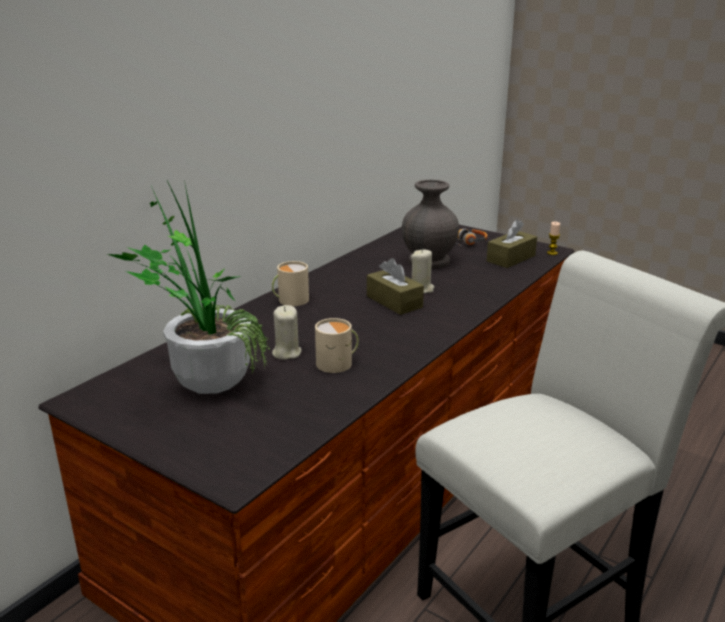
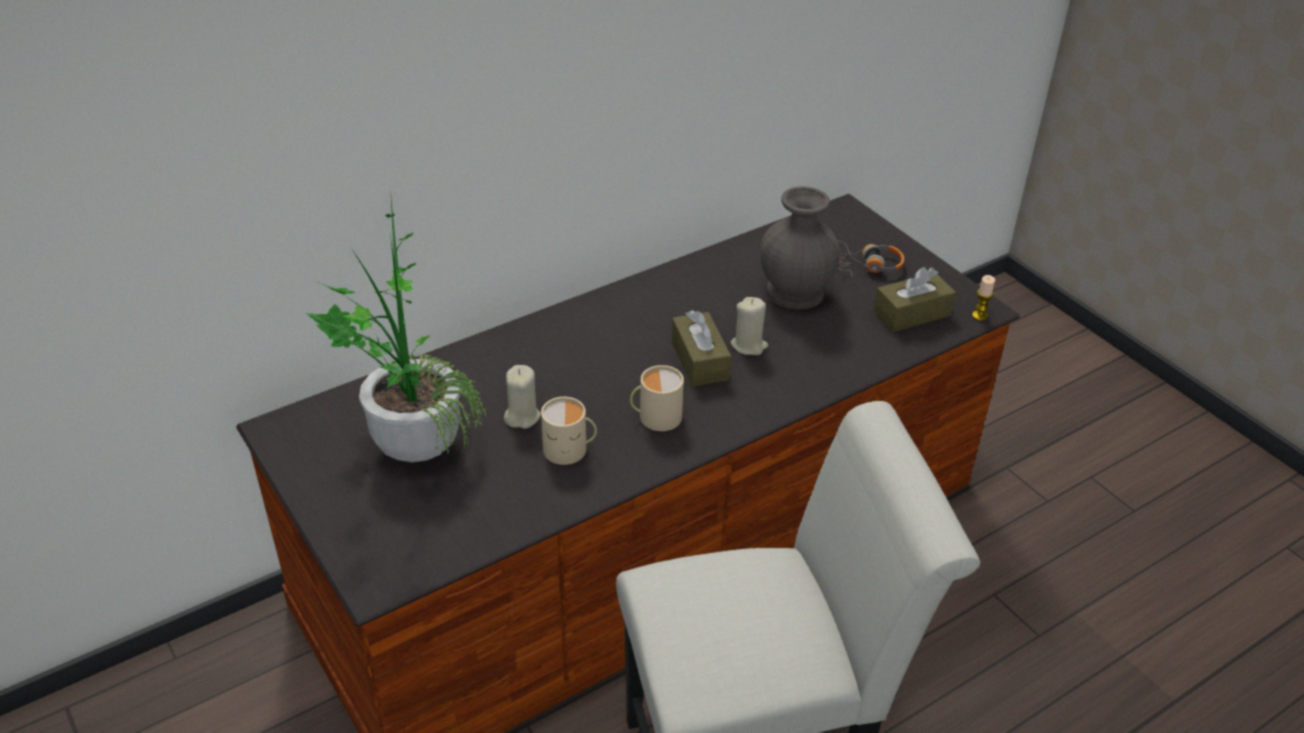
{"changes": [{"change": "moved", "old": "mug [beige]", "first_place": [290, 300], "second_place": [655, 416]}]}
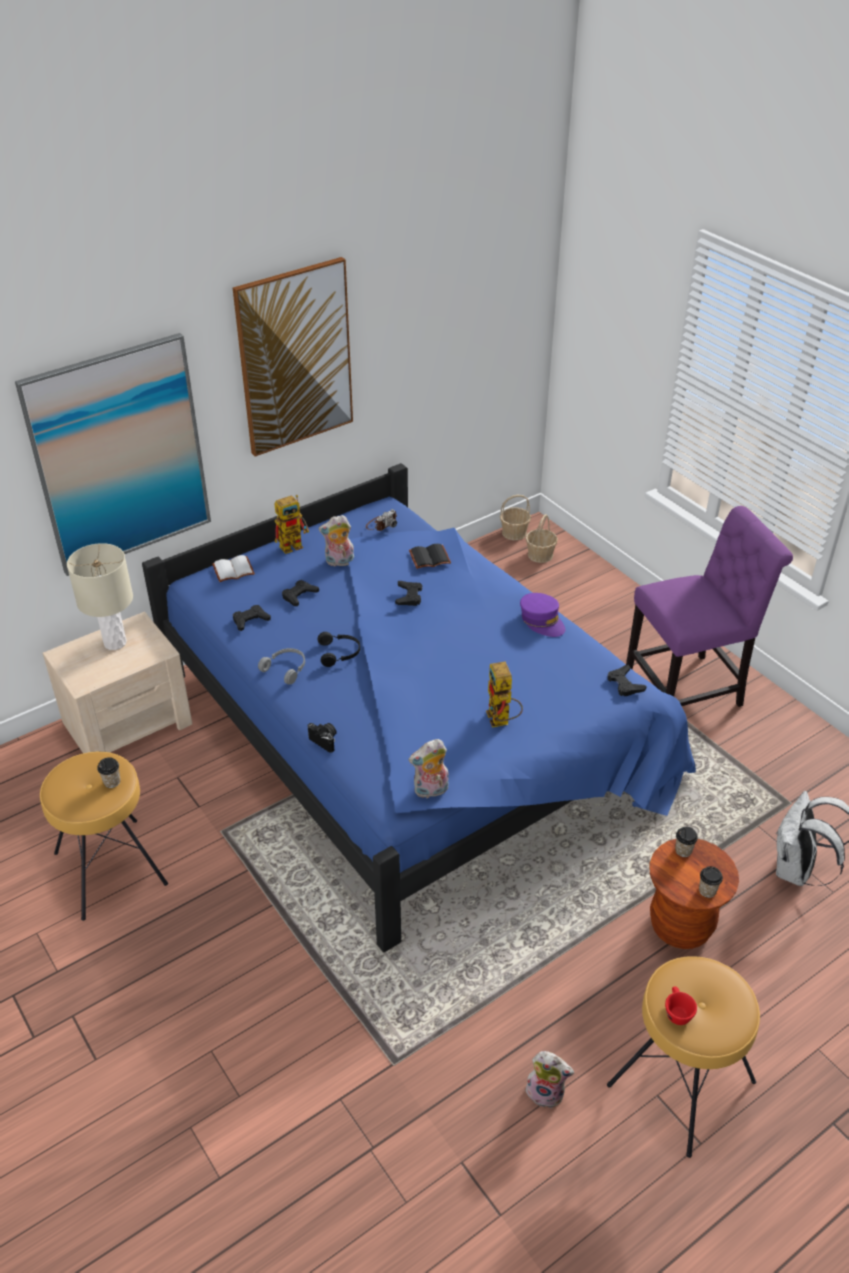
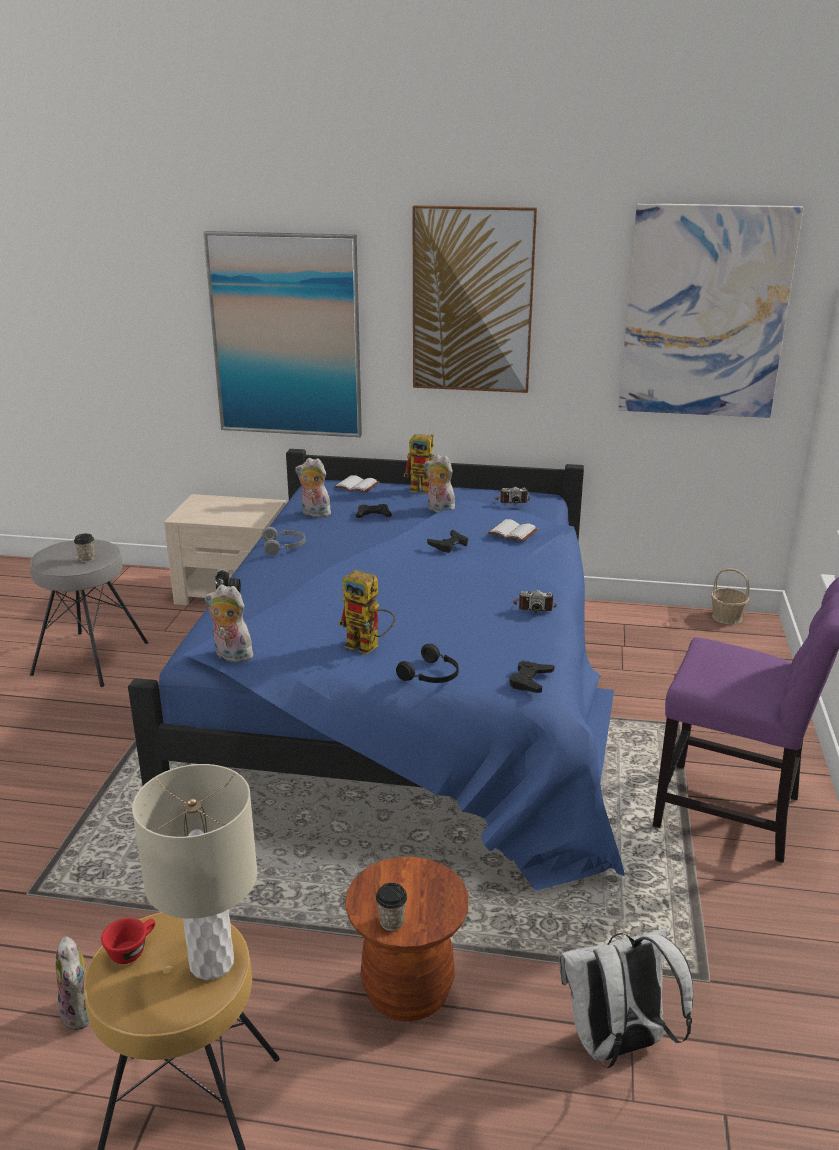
{"changes": [{"change": "removed", "old": "panier", "first_place": [540, 555]}, {"change": "moved", "old": "lampe de table [beige]", "first_place": [115, 643], "second_place": [212, 963]}, {"change": "recoloured", "old": "livre [noir]", "new": "livre [blanc]", "first_place": [429, 558], "second_place": [511, 533]}, {"change": "replaced", "old": "casquette [violet]", "new": "appareil photo", "first_place": [542, 621], "second_place": [534, 607]}, {"change": "replaced", "old": "manette [noir]", "new": "peluche", "first_place": [250, 620], "second_place": [314, 514]}, {"change": "moved", "old": "casque audio [noir]", "first_place": [340, 653], "second_place": [431, 675]}, {"change": "turned", "old": "robot jouet", "first_place": [501, 721], "second_place": [369, 647], "degrees": -90}, {"change": "recoloured", "old": "tabouret [marron]", "new": "tabouret [gris]", "first_place": [111, 867], "second_place": [91, 658]}, {"change": "removed", "old": "tasse", "first_place": [683, 850]}, {"change": "added", "new": "tableau", "second_place": [705, 313]}]}
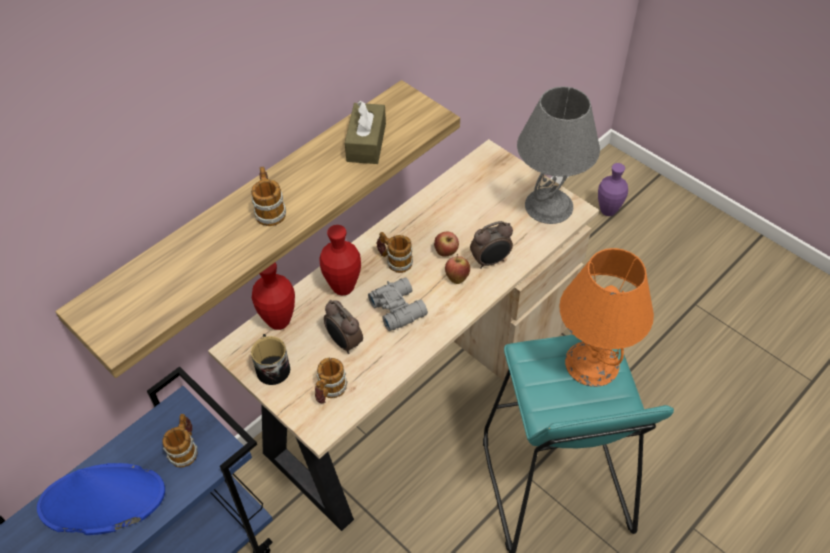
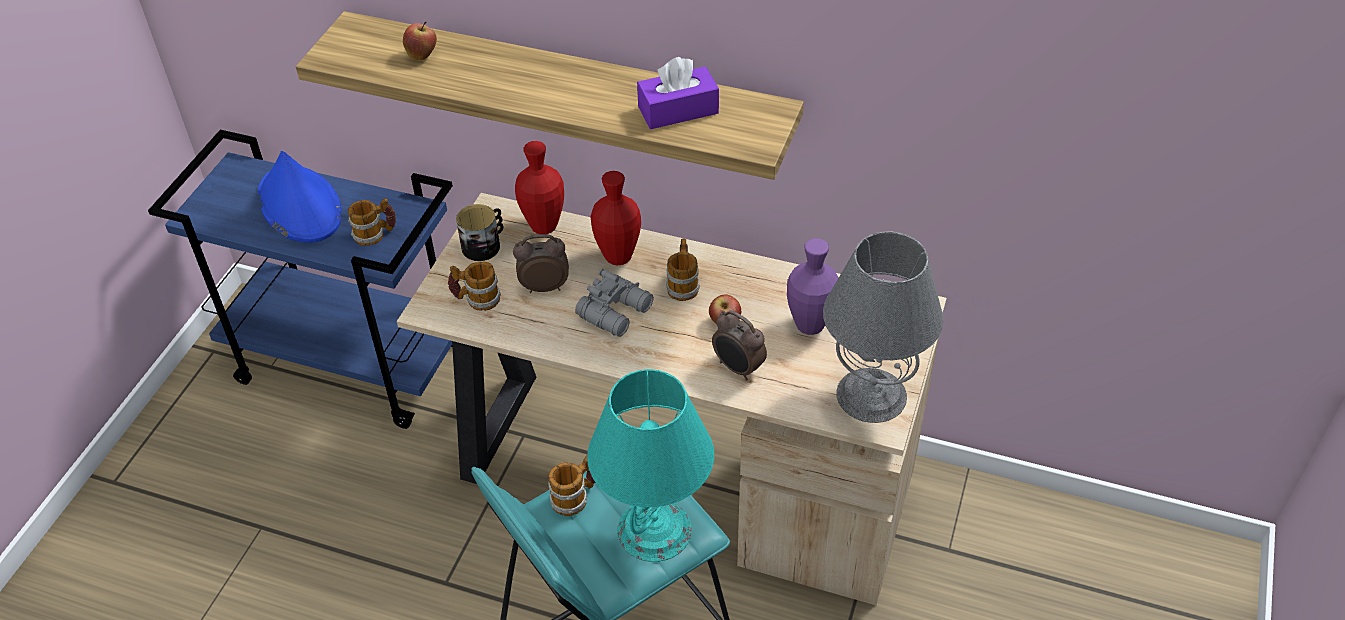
{"changes": [{"change": "recoloured", "old": "boîte à mouchoirs [marron]", "new": "boîte à mouchoirs [violet]", "first_place": [366, 142], "second_place": [678, 110]}, {"change": "moved", "old": "vase [violet]", "first_place": [608, 211], "second_place": [810, 325]}, {"change": "moved", "old": "mug", "first_place": [269, 209], "second_place": [575, 497]}, {"change": "recoloured", "old": "lampe de table [orange]", "new": "lampe de table [turquoise]", "first_place": [593, 363], "second_place": [655, 530]}, {"change": "moved", "old": "pomme", "first_place": [457, 277], "second_place": [422, 55]}, {"change": "turned", "old": "réveil", "first_place": [344, 343], "second_place": [544, 286], "degrees": 60}]}
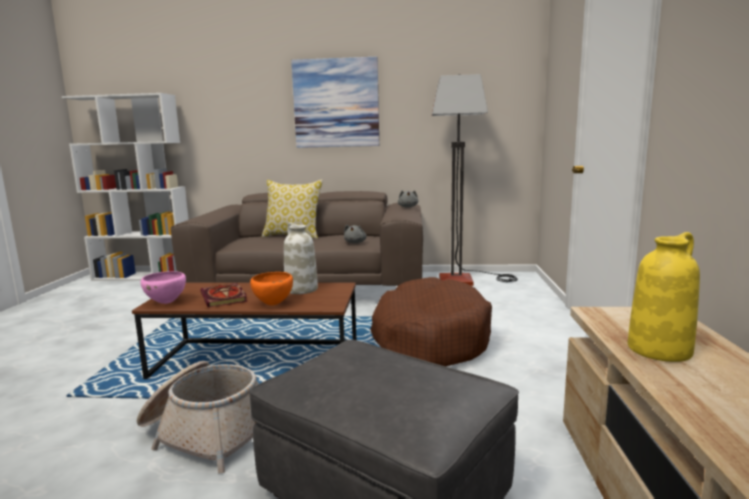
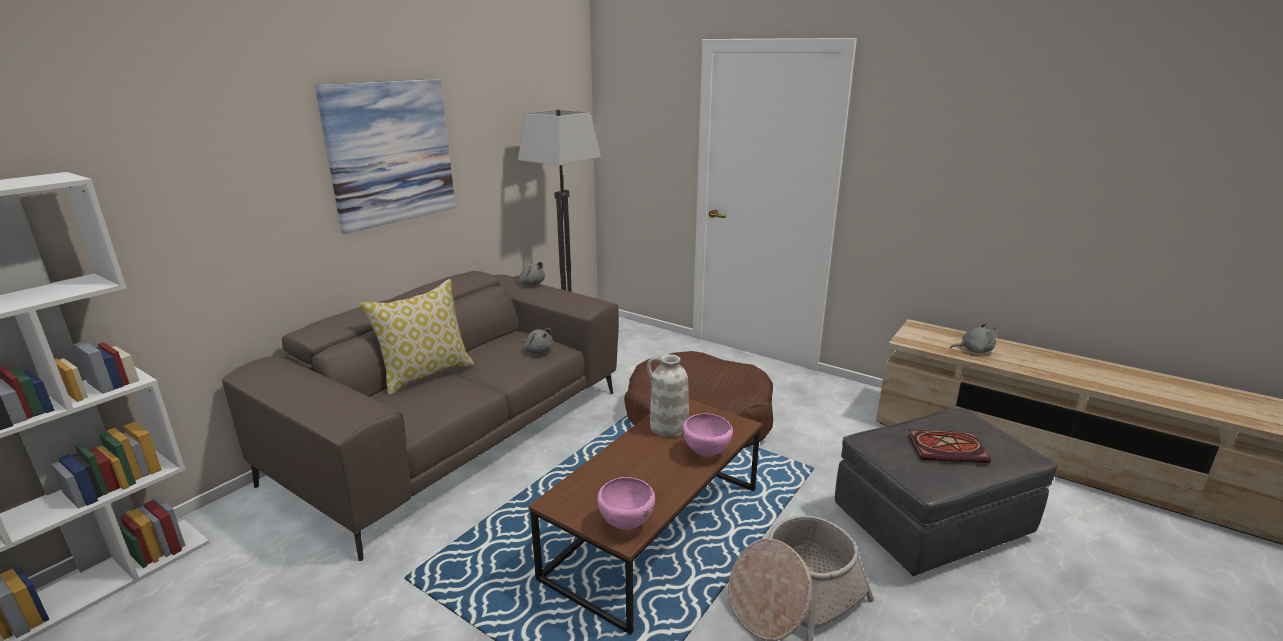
{"changes": [{"change": "replaced", "old": "vase [jaune]", "new": "peluche [gris]", "first_place": [659, 349], "second_place": [974, 350]}, {"change": "recoloured", "old": "bol [orange]", "new": "bol [rose]", "first_place": [273, 304], "second_place": [707, 453]}, {"change": "moved", "old": "livre", "first_place": [225, 298], "second_place": [948, 448]}]}
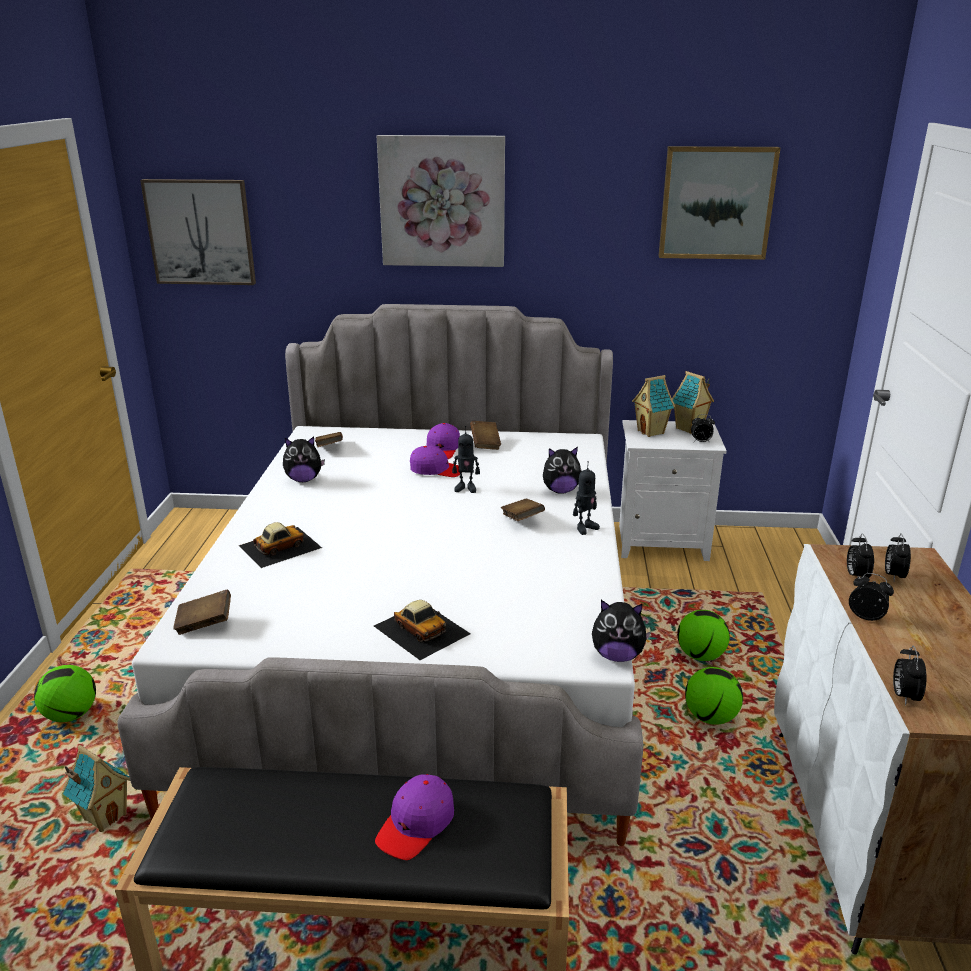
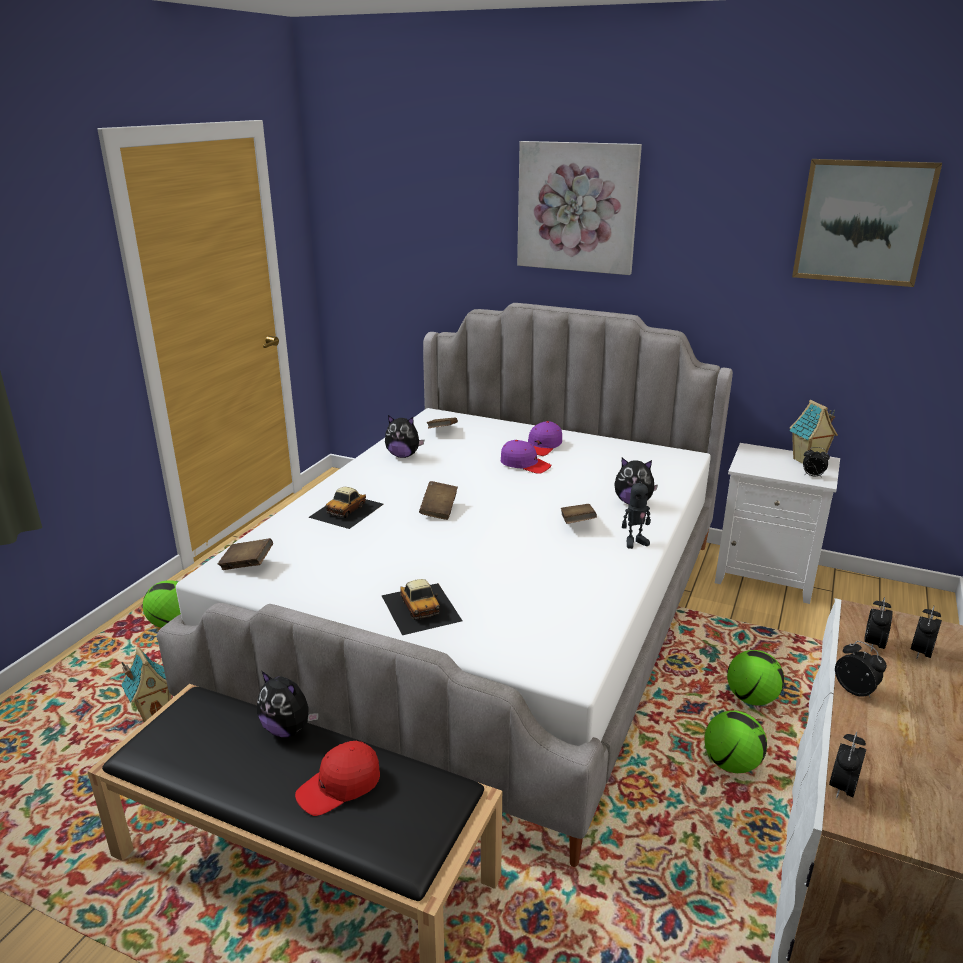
{"changes": [{"change": "removed", "old": "tableau", "first_place": [200, 232]}, {"change": "removed", "old": "maison miniature", "first_place": [651, 432]}, {"change": "moved", "old": "livre [marron]", "first_place": [485, 444], "second_place": [439, 510]}, {"change": "removed", "old": "robot jouet", "first_place": [466, 488]}, {"change": "turned", "old": "petite voiture", "first_place": [279, 546], "second_place": [347, 510], "degrees": 135}, {"change": "moved", "old": "peluche", "first_place": [617, 656], "second_place": [288, 729]}, {"change": "recoloured", "old": "casquette [violet]", "new": "casquette [rouge]", "first_place": [416, 825], "second_place": [339, 786]}]}
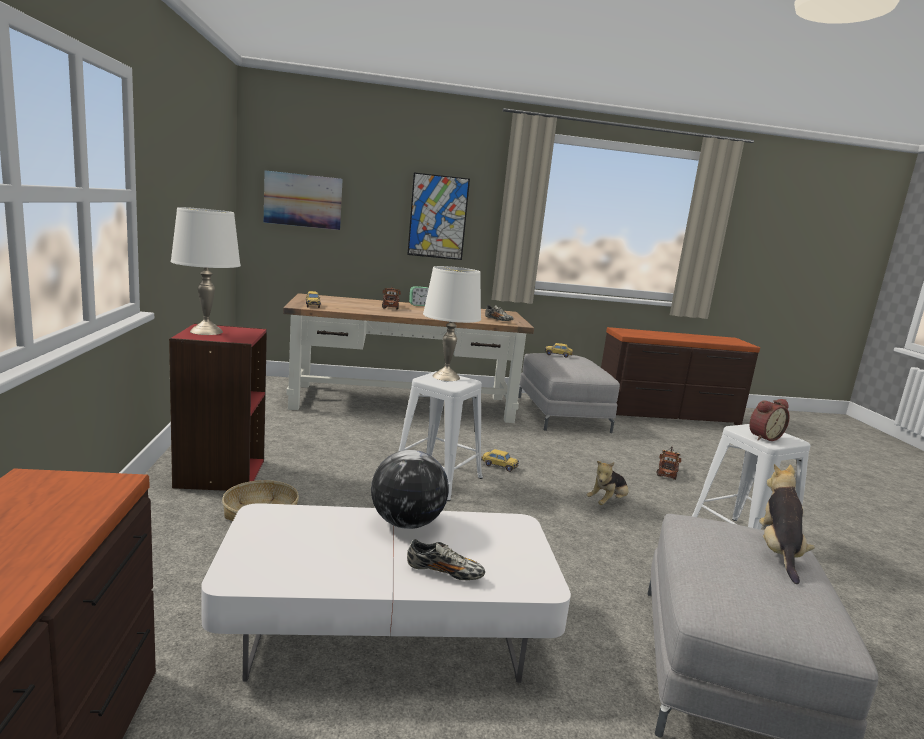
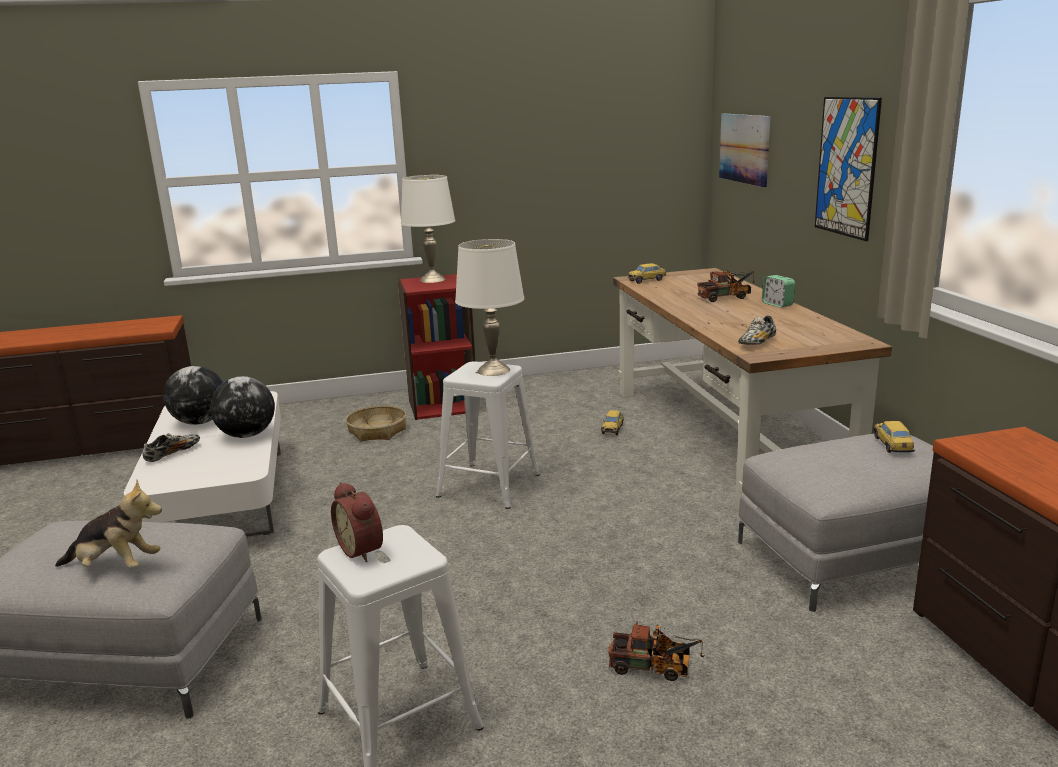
{"changes": [{"change": "moved", "old": "petite voiture", "first_place": [499, 466], "second_place": [612, 429]}, {"change": "removed", "old": "peluche", "first_place": [607, 502]}, {"change": "turned", "old": "chaussure", "first_place": [444, 573], "second_place": [173, 454], "degrees": -150}, {"change": "added", "new": "globe", "second_place": [200, 422]}]}
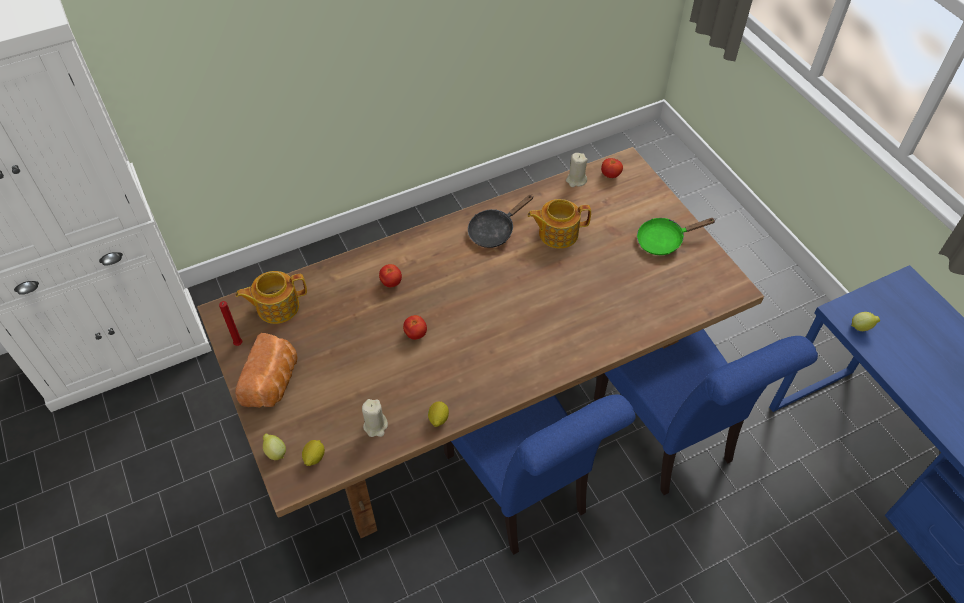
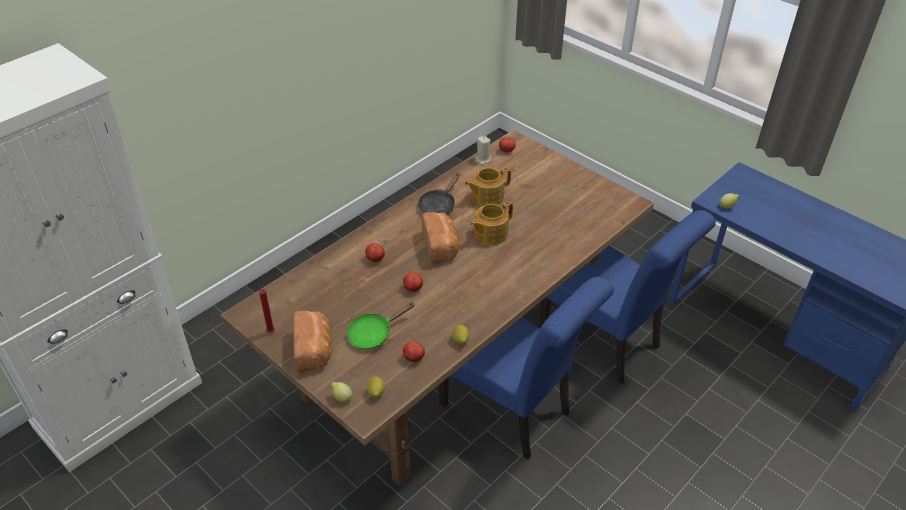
{"changes": [{"change": "moved", "old": "poêle [vert]", "first_place": [664, 240], "second_place": [373, 334]}, {"change": "moved", "old": "théière", "first_place": [276, 306], "second_place": [490, 234]}, {"change": "replaced", "old": "bougie [beige]", "new": "tomate", "first_place": [375, 426], "second_place": [414, 358]}, {"change": "added", "new": "pain", "second_place": [441, 247]}]}
